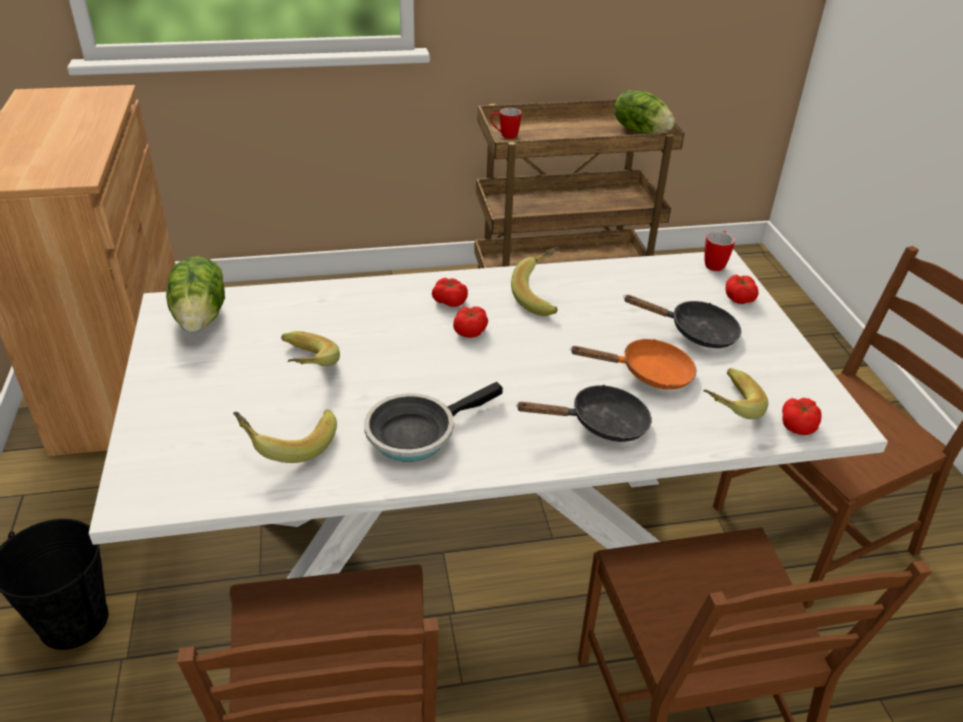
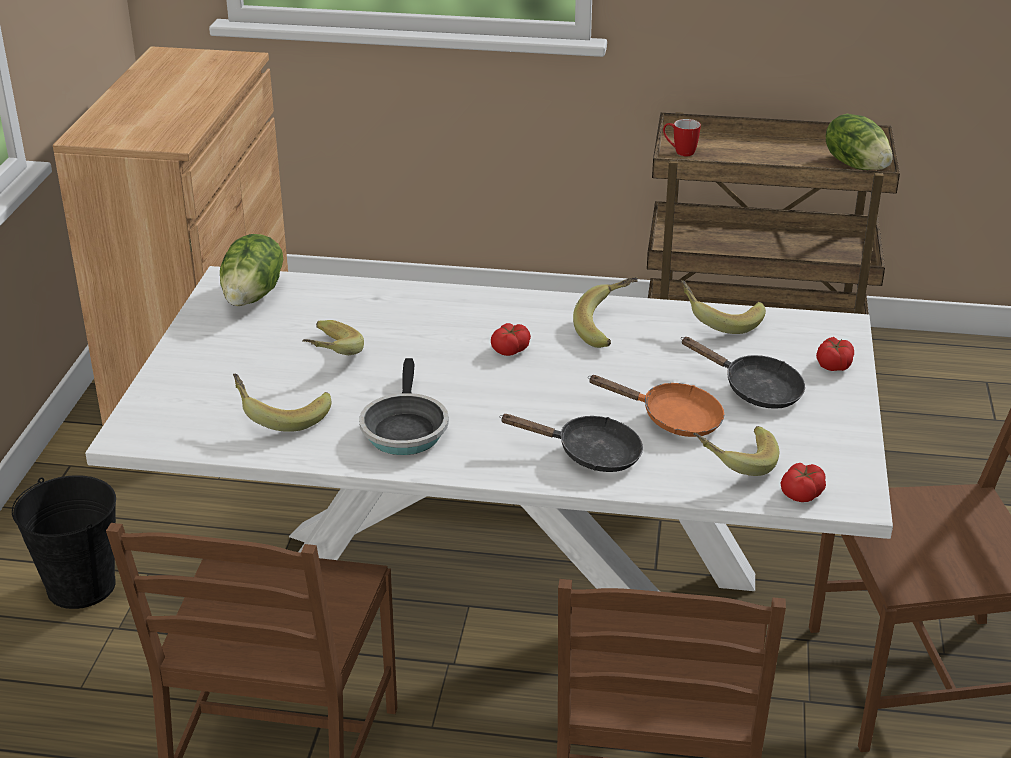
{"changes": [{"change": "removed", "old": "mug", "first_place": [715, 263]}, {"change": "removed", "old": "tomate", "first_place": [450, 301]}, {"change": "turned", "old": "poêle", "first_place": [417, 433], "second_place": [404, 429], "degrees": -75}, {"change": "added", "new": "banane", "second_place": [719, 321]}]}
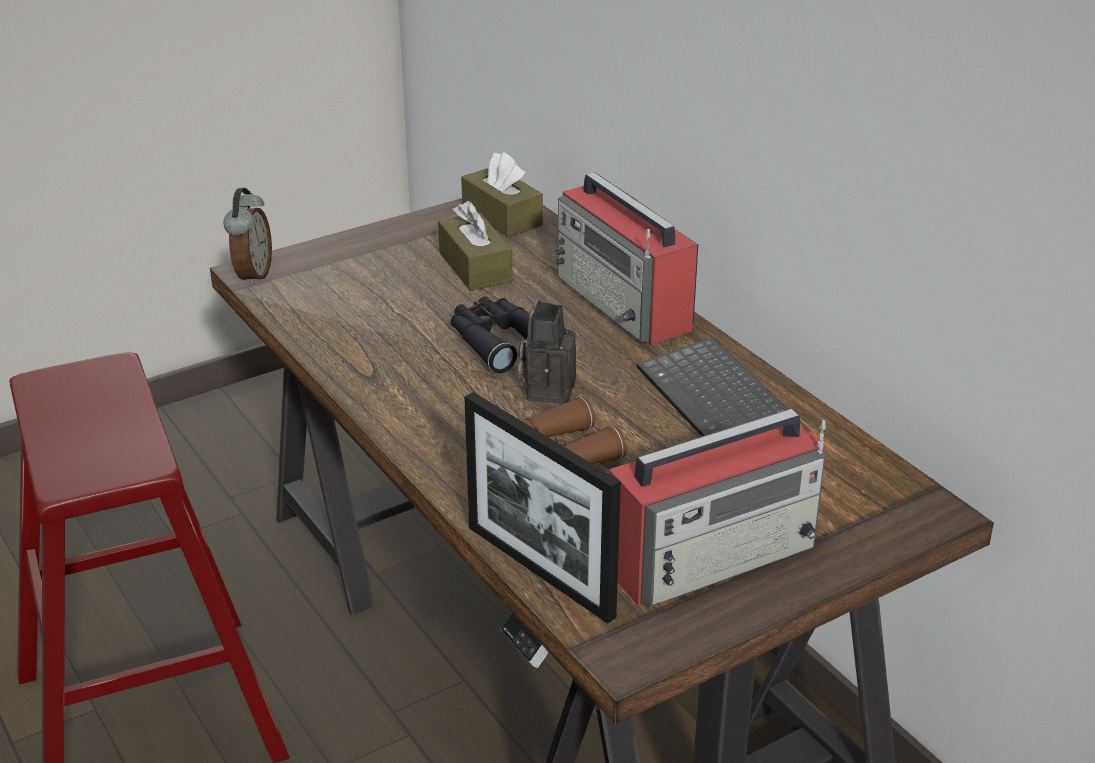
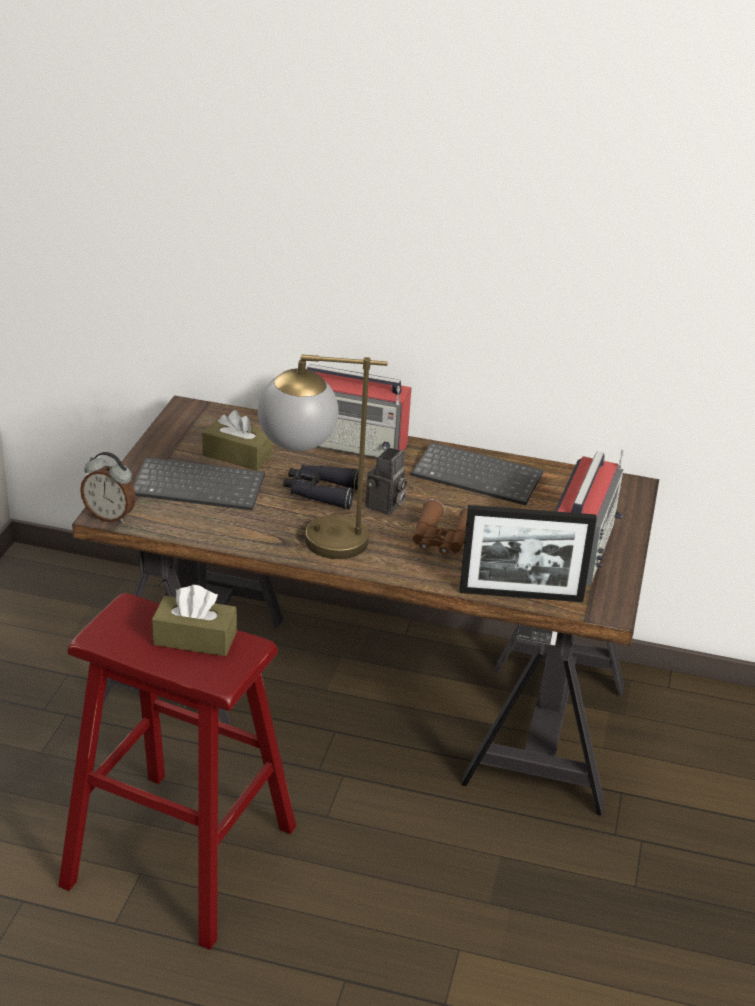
{"changes": [{"change": "moved", "old": "boîte à mouchoirs [marron]", "first_place": [502, 216], "second_place": [195, 638]}, {"change": "turned", "old": "réveil", "first_place": [252, 275], "second_place": [110, 516], "degrees": 150}, {"change": "turned", "old": "appareil photo", "first_place": [547, 389], "second_place": [385, 506], "degrees": -120}, {"change": "added", "new": "lampe de table", "second_place": [312, 540]}, {"change": "added", "new": "clavier", "second_place": [200, 486]}]}
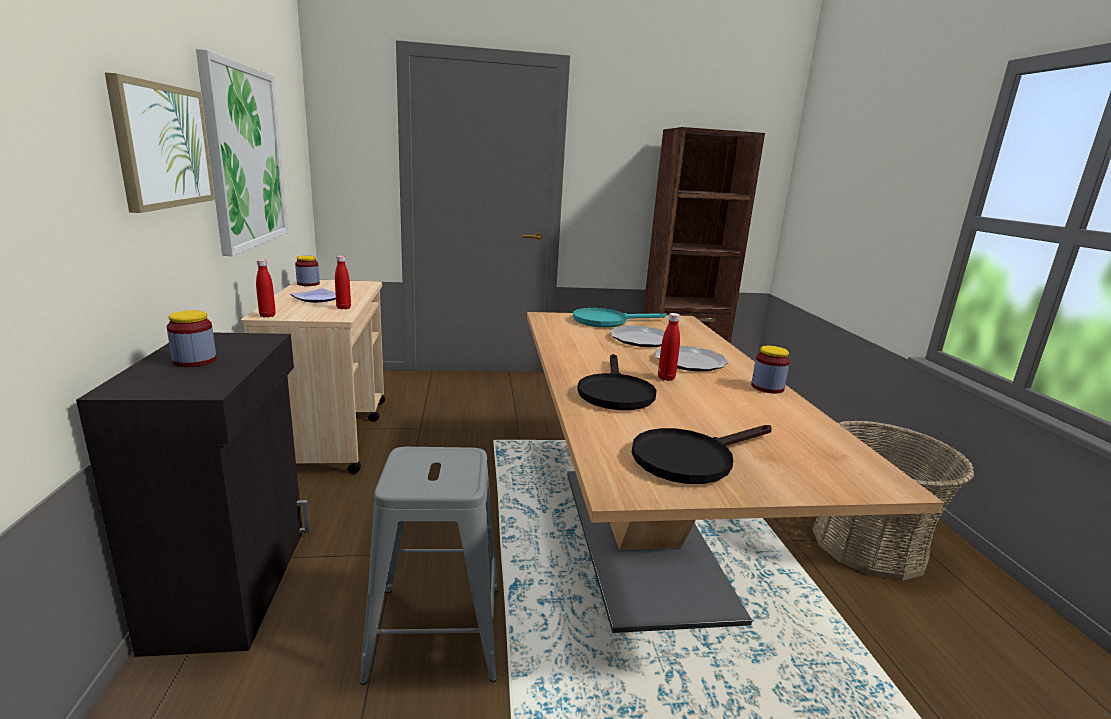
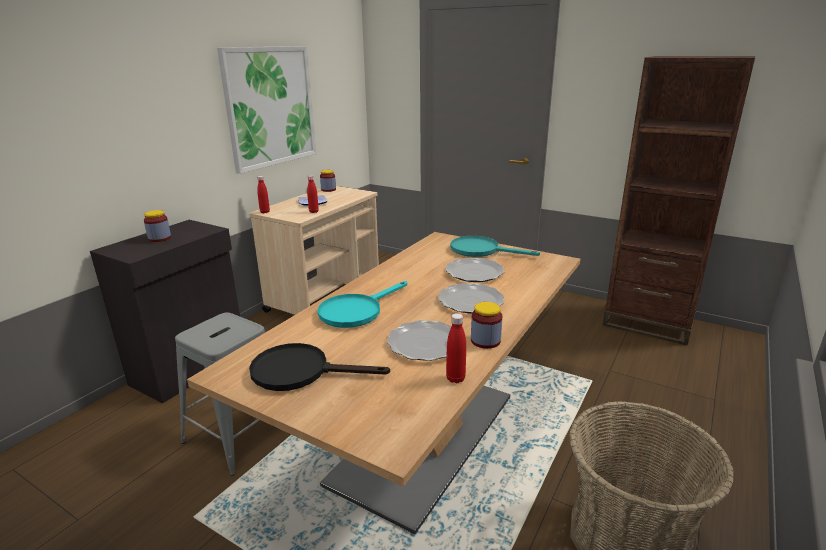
{"changes": [{"change": "removed", "old": "tableau", "first_place": [163, 146]}, {"change": "moved", "old": "bouteille [rouge]", "first_place": [666, 378], "second_place": [455, 378]}, {"change": "recoloured", "old": "poêle [noir]", "new": "poêle [turquoise]", "first_place": [615, 392], "second_place": [356, 311]}, {"change": "added", "new": "assiette", "second_place": [424, 343]}]}
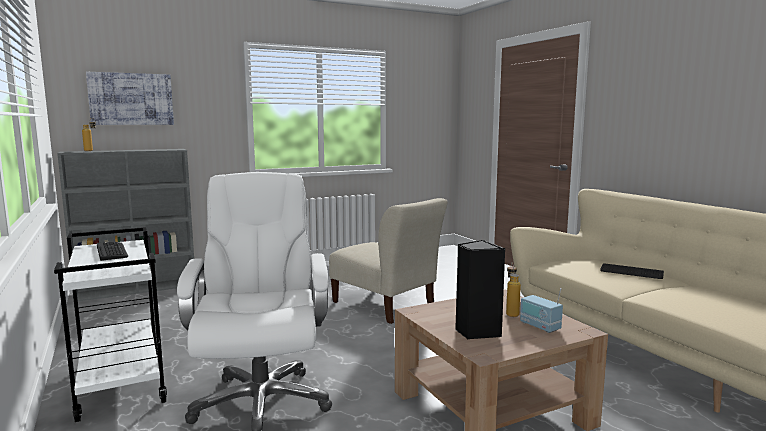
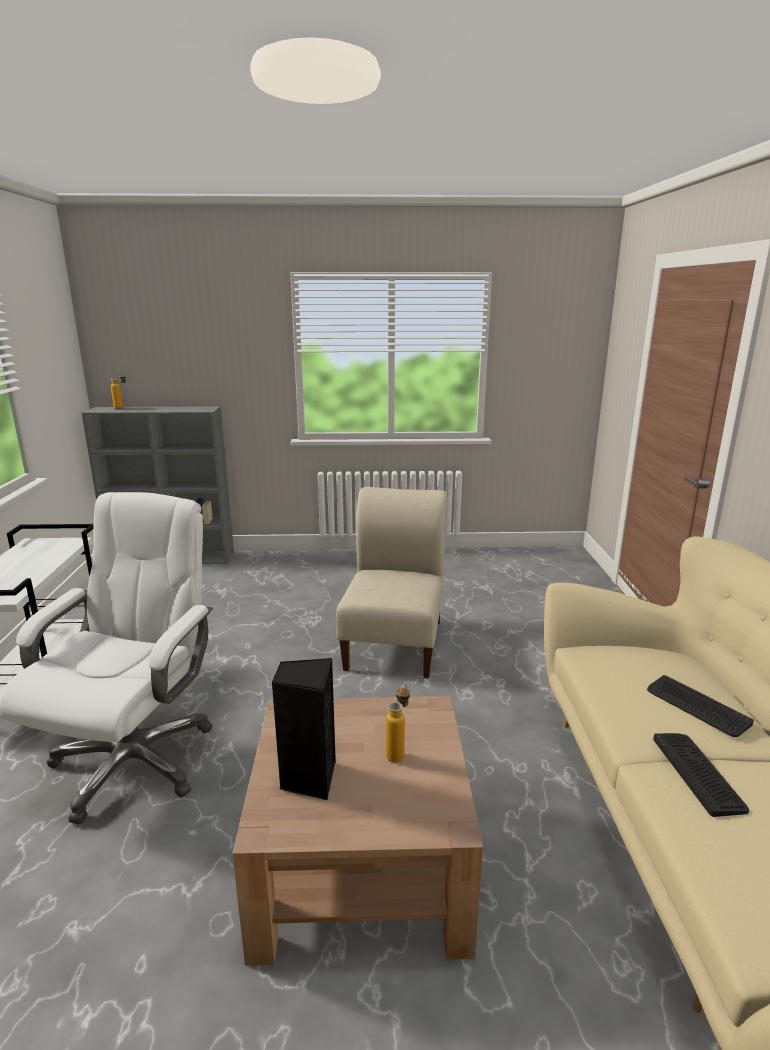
{"changes": [{"change": "removed", "old": "tableau", "first_place": [131, 99]}, {"change": "turned", "old": "chaise [beige]", "first_place": [386, 306], "second_place": [395, 641], "degrees": -150}, {"change": "moved", "old": "clavier", "first_place": [112, 251], "second_place": [698, 773]}, {"change": "removed", "old": "radio", "first_place": [539, 326]}]}
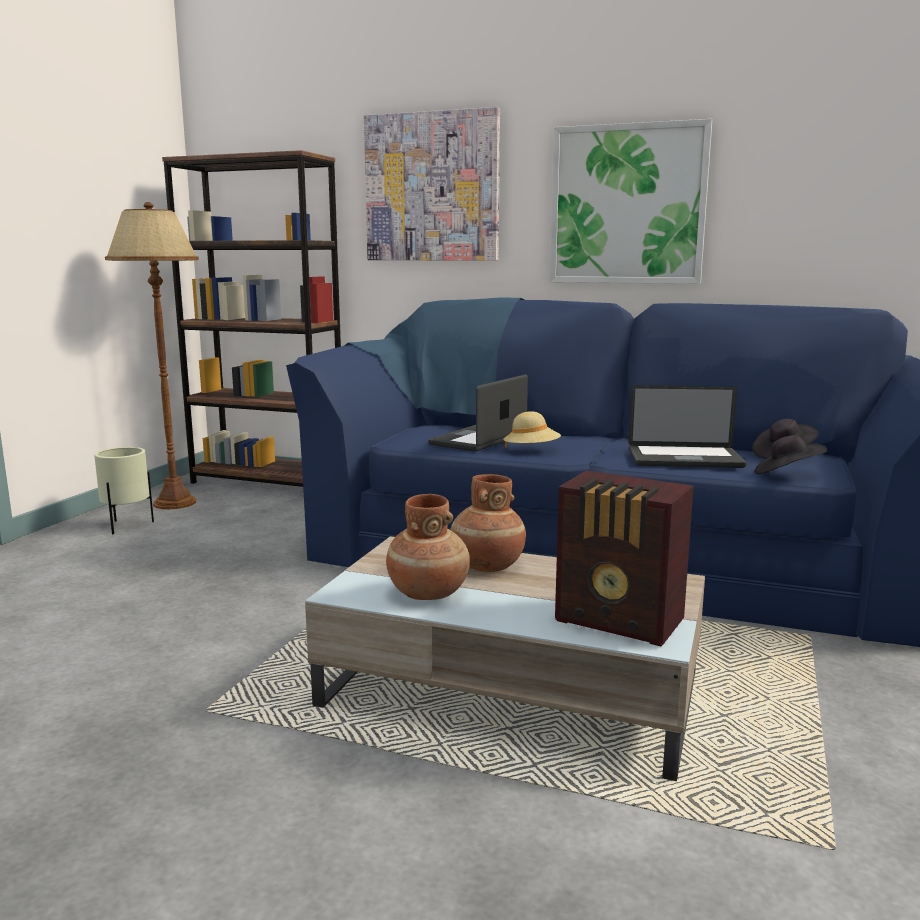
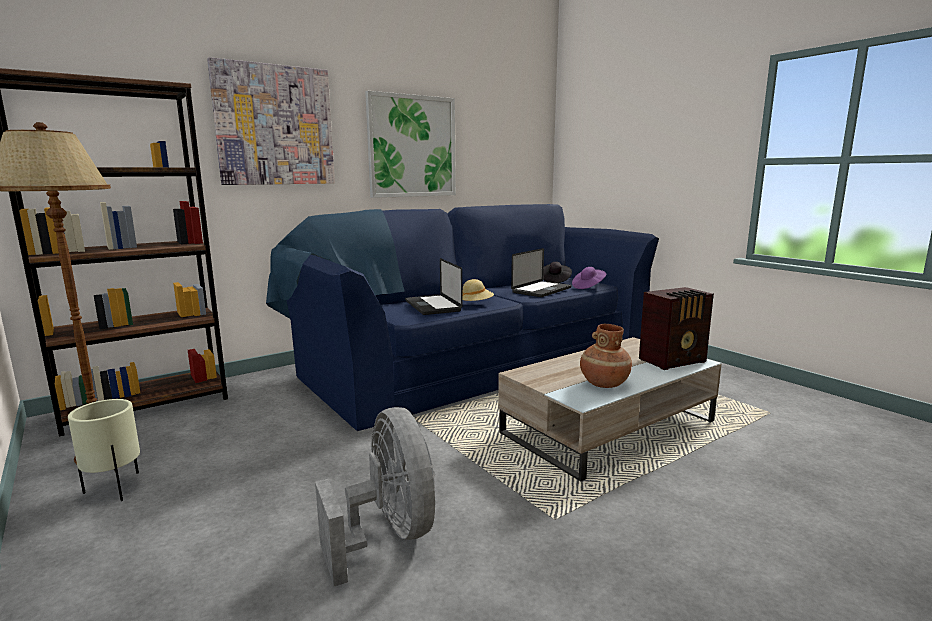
{"changes": [{"change": "recoloured", "old": "chapeau [noir]", "new": "chapeau [violet]", "first_place": [786, 475], "second_place": [588, 287]}, {"change": "removed", "old": "vase [marron]", "first_place": [486, 566]}, {"change": "added", "new": "ventilateur [gris]", "second_place": [389, 535]}]}
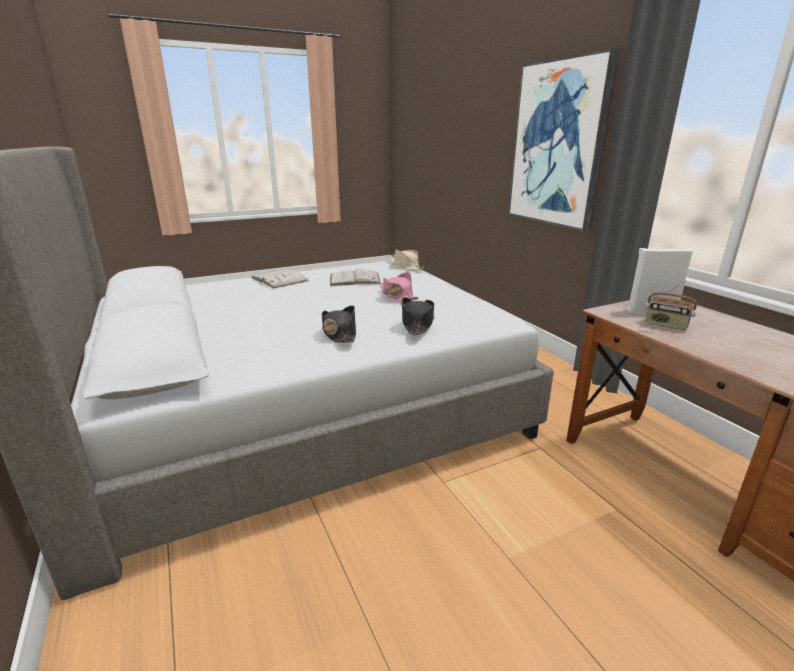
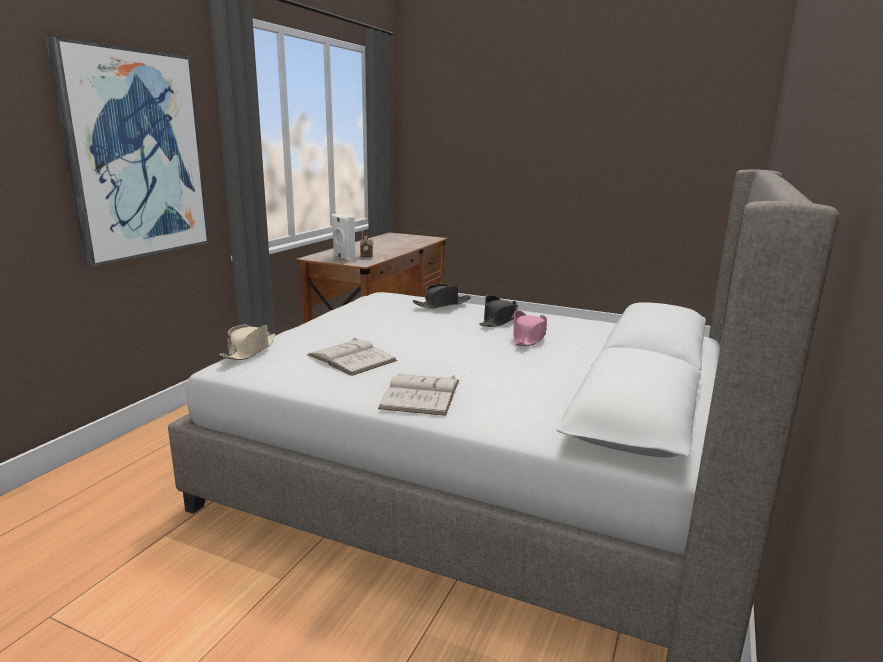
{"changes": [{"change": "moved", "old": "chapeau [rose]", "first_place": [397, 295], "second_place": [528, 337]}]}
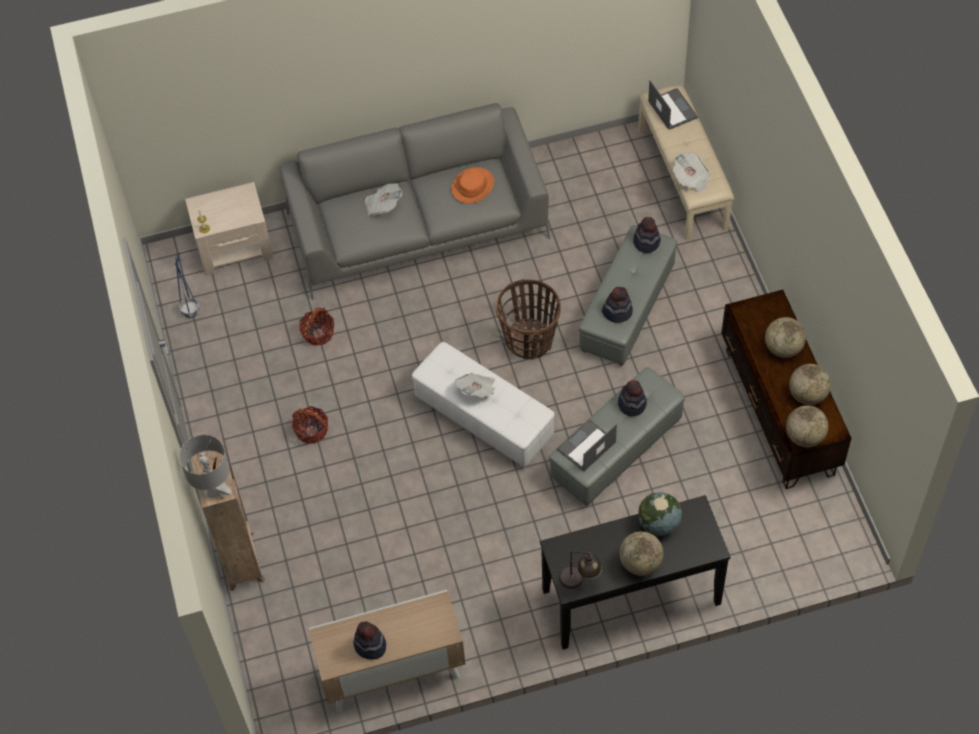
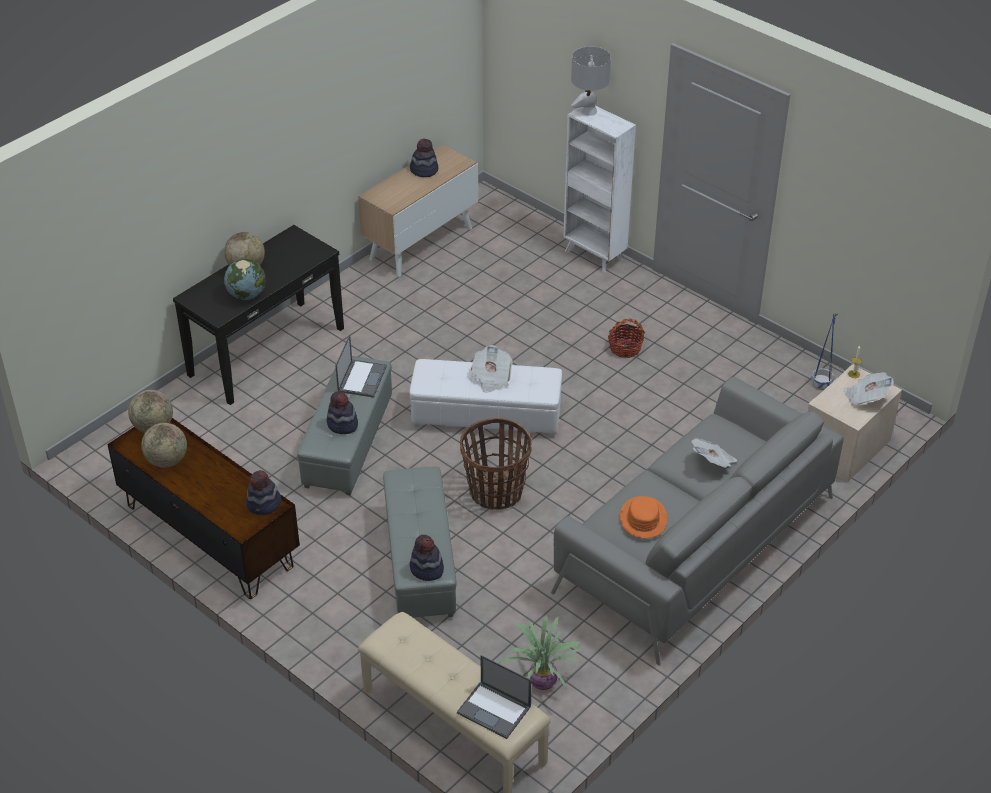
{"changes": [{"change": "moved", "old": "journal", "first_place": [691, 179], "second_place": [865, 397]}, {"change": "moved", "old": "chapeau", "first_place": [617, 311], "second_place": [264, 504]}, {"change": "removed", "old": "panier", "first_place": [318, 333]}, {"change": "removed", "old": "globe", "first_place": [783, 348]}, {"change": "recoloured", "old": "bibliothèque [marron]", "new": "bibliothèque [blanc]", "first_place": [241, 559], "second_place": [594, 255]}, {"change": "removed", "old": "lampe de table", "first_place": [580, 580]}, {"change": "added", "new": "plante en pot", "second_place": [543, 681]}]}
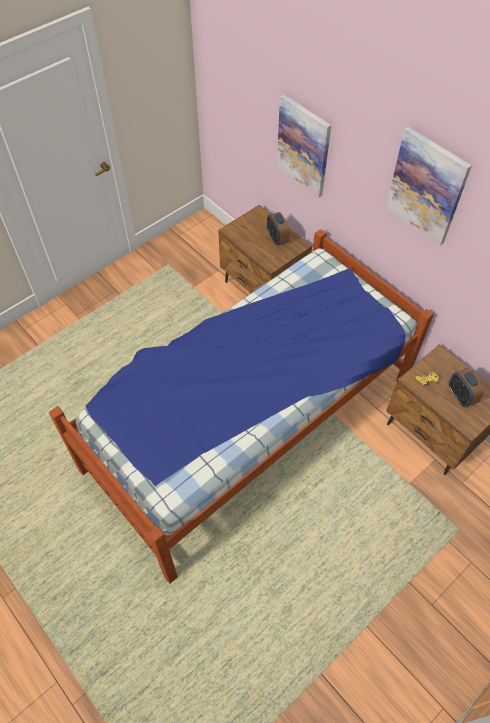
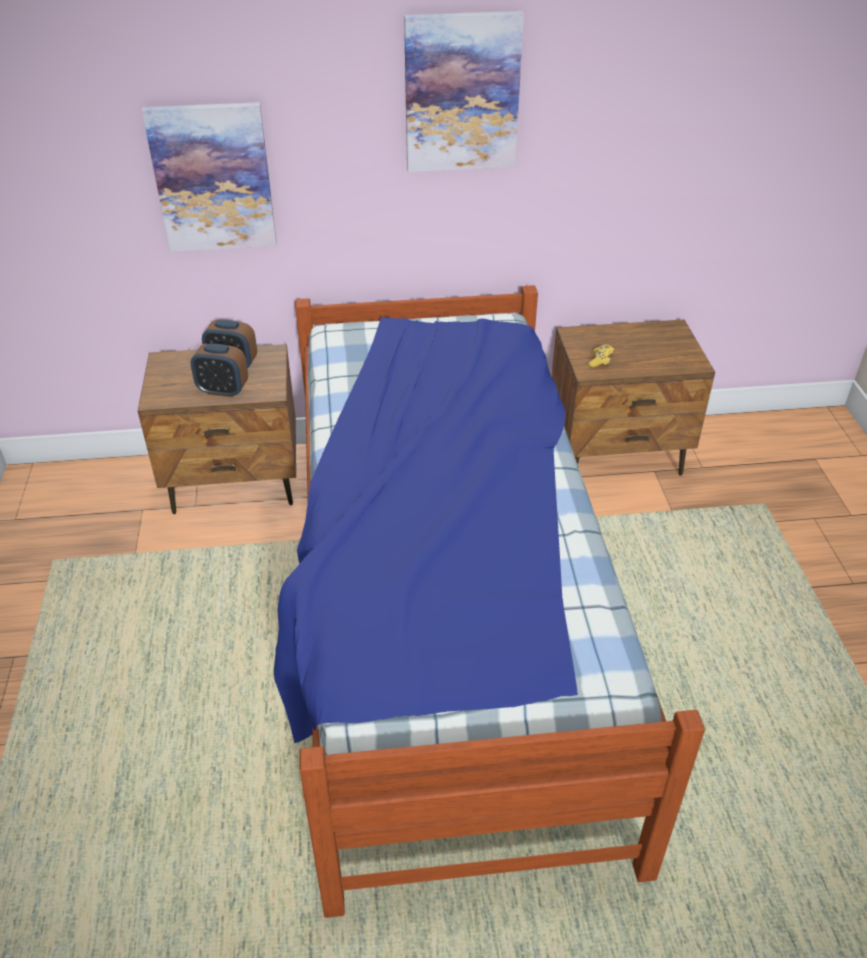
{"changes": [{"change": "moved", "old": "réveil", "first_place": [461, 396], "second_place": [223, 390]}]}
